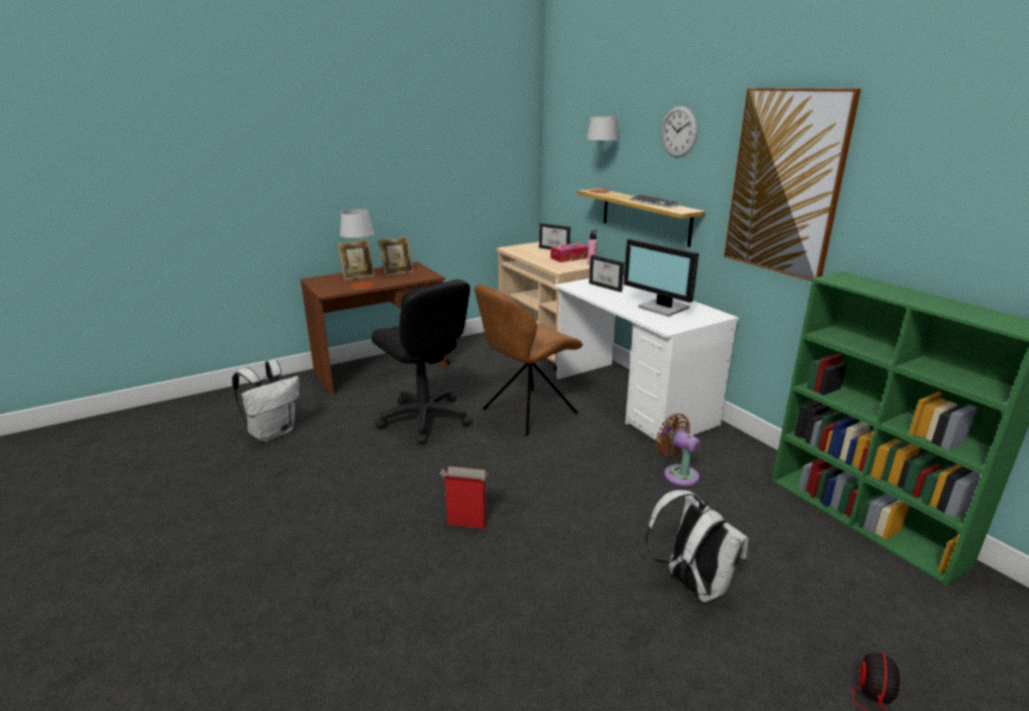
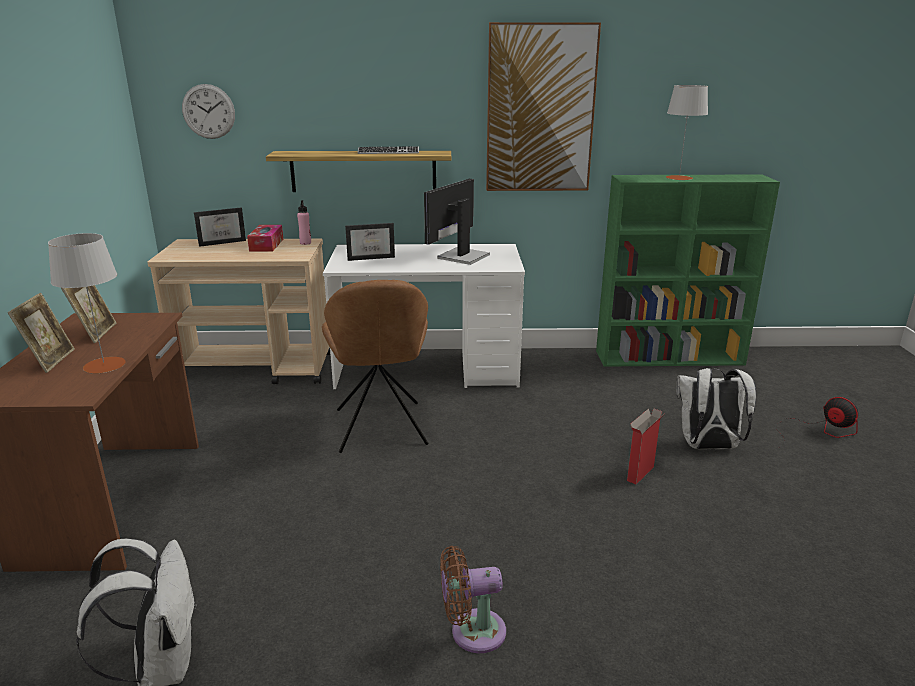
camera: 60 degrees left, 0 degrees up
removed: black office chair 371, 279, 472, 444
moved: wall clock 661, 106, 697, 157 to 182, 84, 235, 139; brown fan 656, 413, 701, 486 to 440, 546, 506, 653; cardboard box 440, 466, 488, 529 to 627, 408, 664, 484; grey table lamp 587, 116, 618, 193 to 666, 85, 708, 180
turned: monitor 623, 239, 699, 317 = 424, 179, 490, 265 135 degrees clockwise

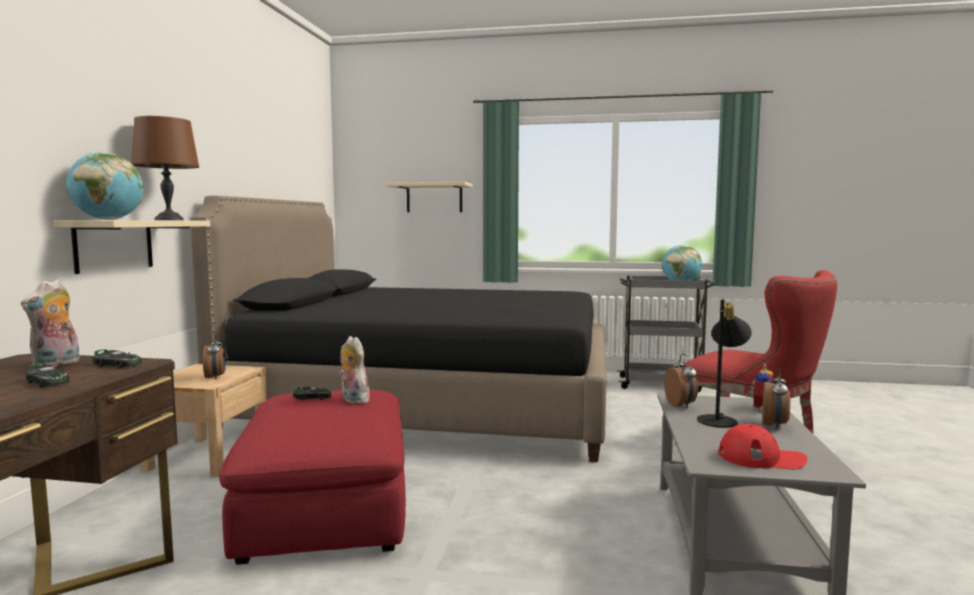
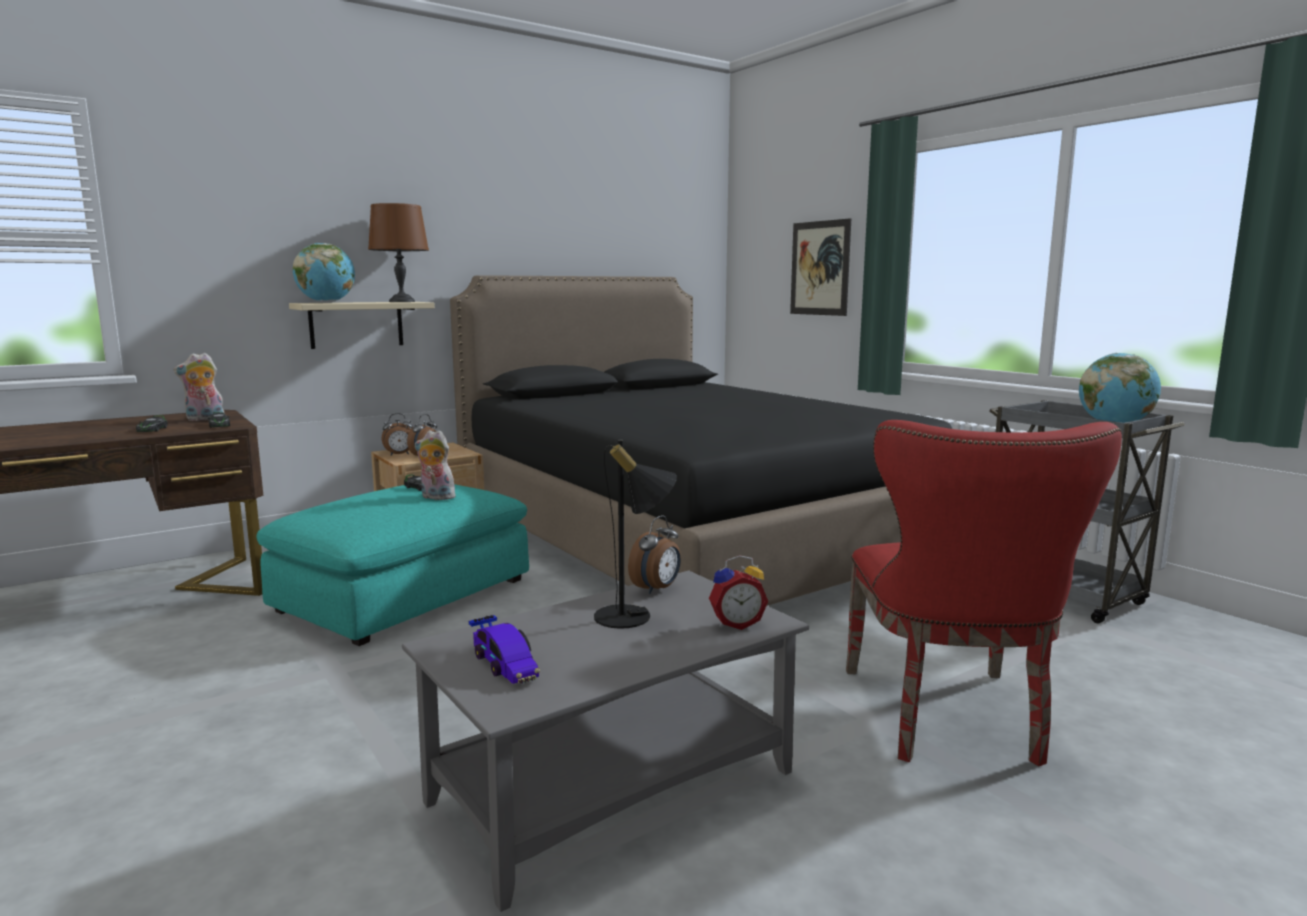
camera: 45 degrees right, 5 degrees up
moved: alarm clock 762, 368, 790, 429 to 382, 413, 413, 456
replaced: red cap 719, 424, 807, 469 to toy car 469, 615, 540, 684; beige shelf 386, 182, 472, 212 to picture 790, 218, 851, 316
recoloured: red ottoman 219, 390, 406, 565 to turquoise ottoman 256, 484, 529, 646
turned: plush toy 339, 336, 370, 404 = 415, 430, 456, 500 75 degrees counterclockwise

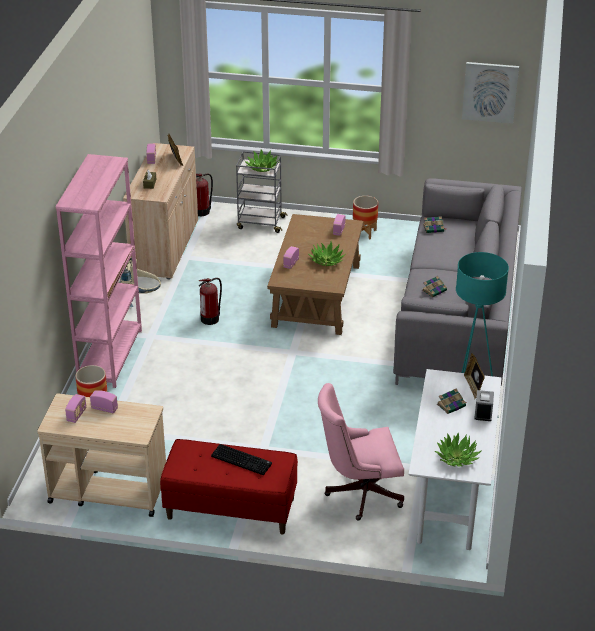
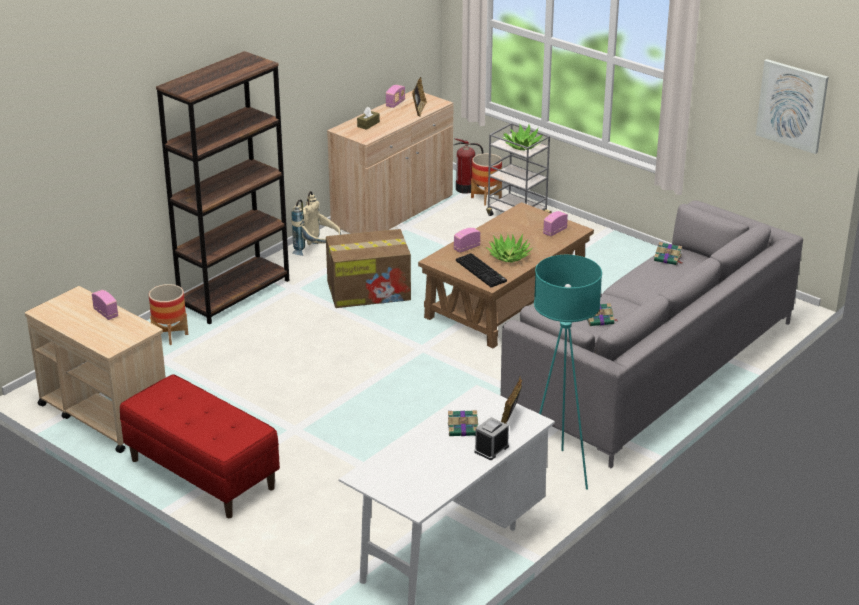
camera: 30 degrees right, 5 degrees down
removed: radio 65, 394, 86, 423; pink office chair 318, 383, 404, 521; potted plant 435, 433, 482, 467
moved: keyboard 211, 444, 272, 475 to 456, 253, 507, 288; planter 353, 196, 378, 239 to 471, 153, 502, 206
replaced: fire extinguisher 199, 278, 222, 325 to cardboard box 326, 229, 411, 308
recoloured: pink bookcase 56, 154, 142, 388 to brown bookcase 156, 51, 289, 324

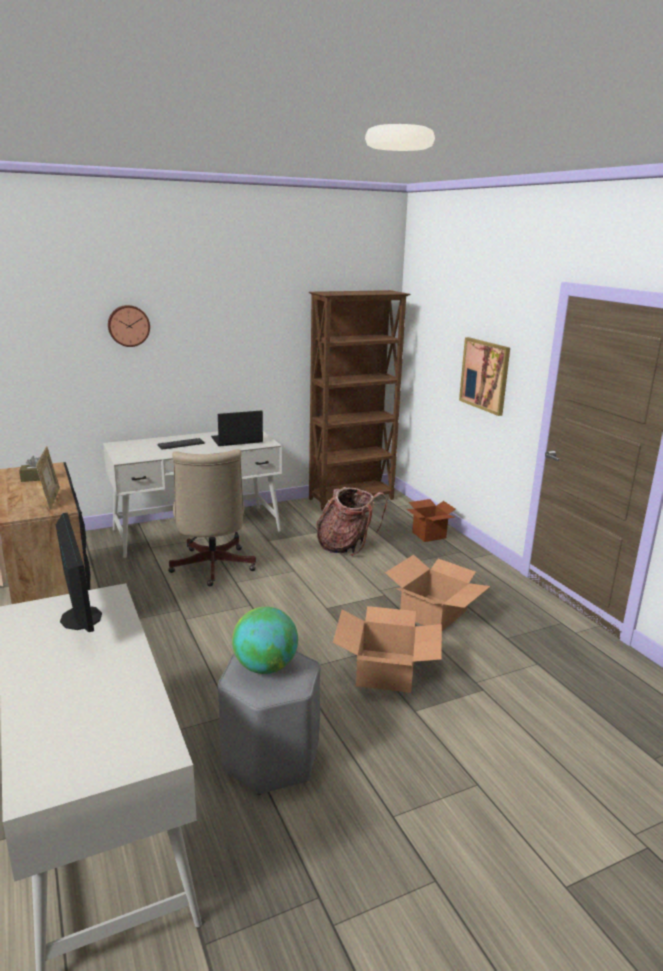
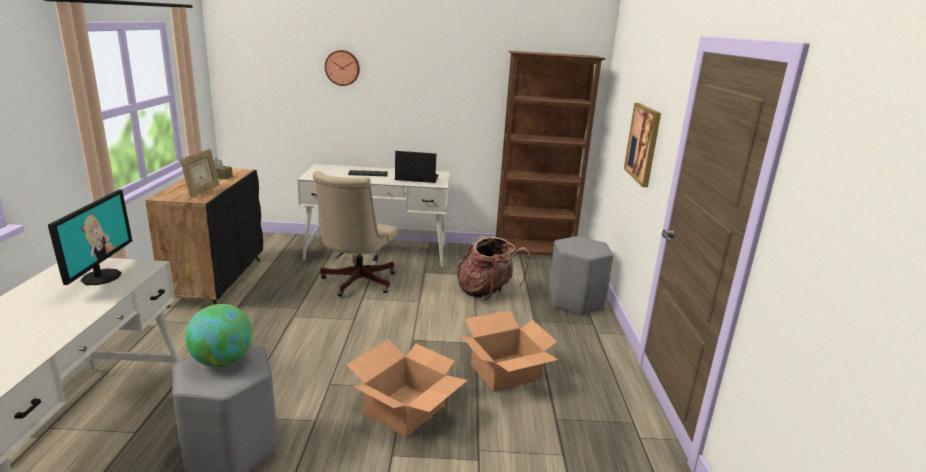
camera: 25 degrees right, 0 degrees up
replaced: cardboard box 407, 499, 455, 542 to grey stool 549, 236, 614, 316

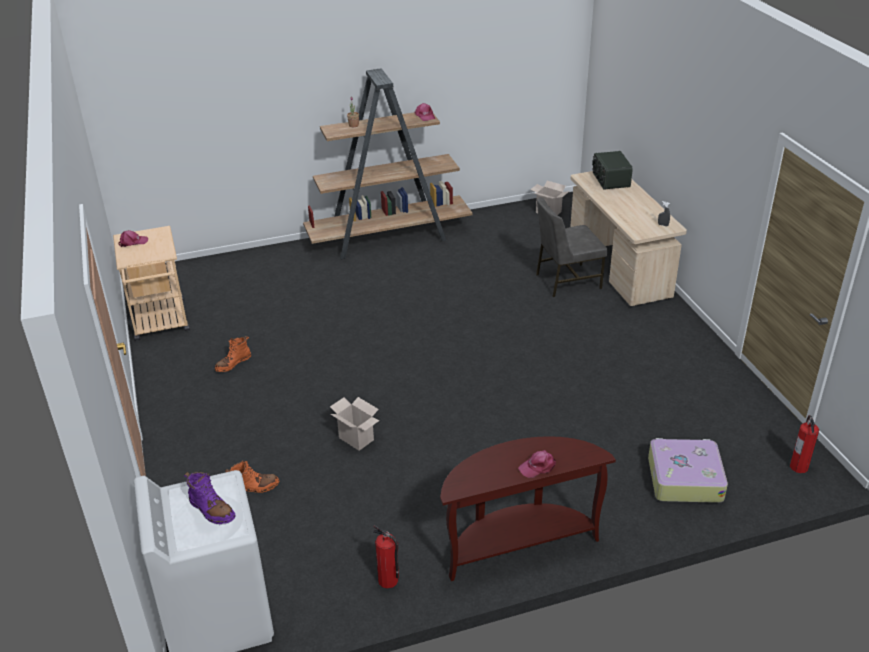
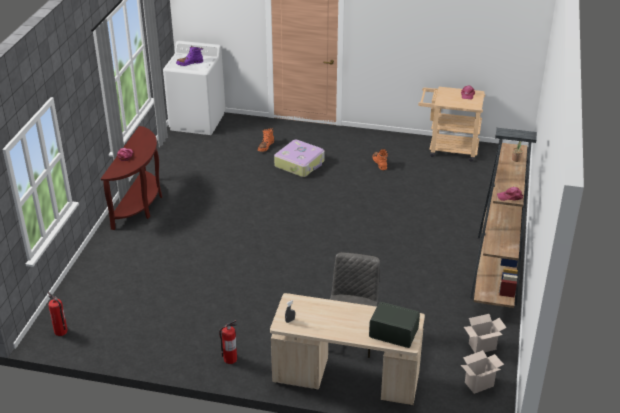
camera: 120 degrees right, 0 degrees up
moved: fire extinguisher 374, 525, 399, 589 to 219, 320, 237, 364; suitcase 648, 438, 728, 503 to 274, 140, 325, 177; cardboard box 330, 397, 380, 451 to 464, 314, 507, 353

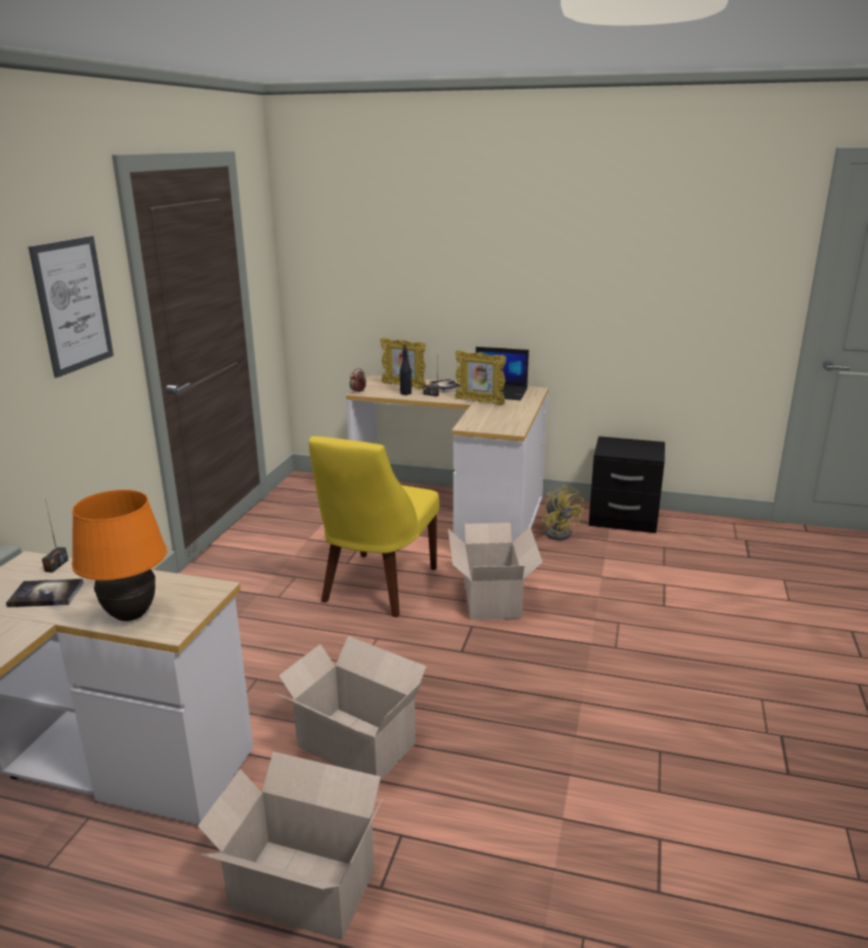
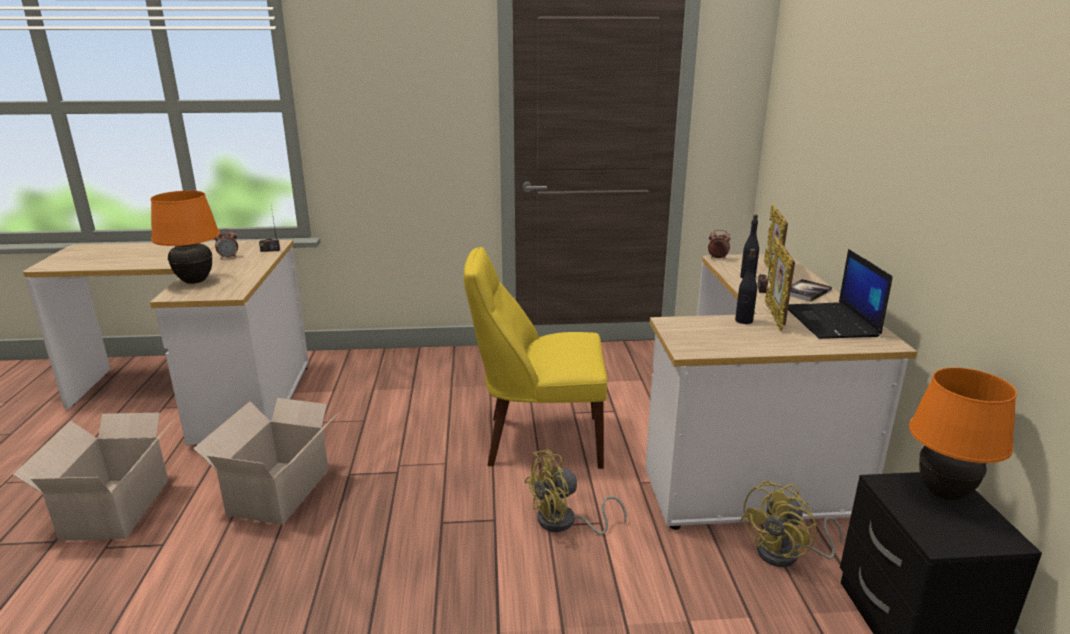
camera: 70 degrees right, 0 degrees up
removed: picture 28, 236, 114, 378
added: black bottle 735, 249, 757, 324; orange table lamp 909, 367, 1017, 501
replaced: book 6, 579, 83, 607 to alarm clock 214, 229, 238, 259; cardboard box 448, 523, 543, 620 to yellow fan 524, 449, 626, 535

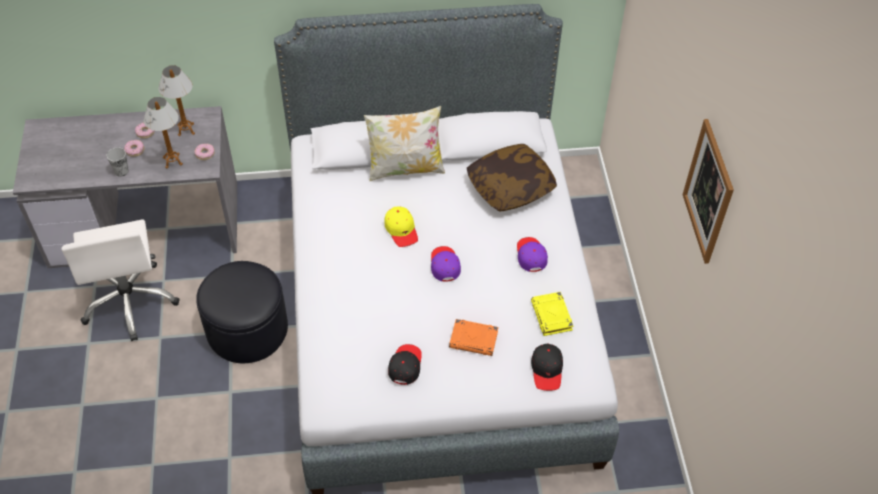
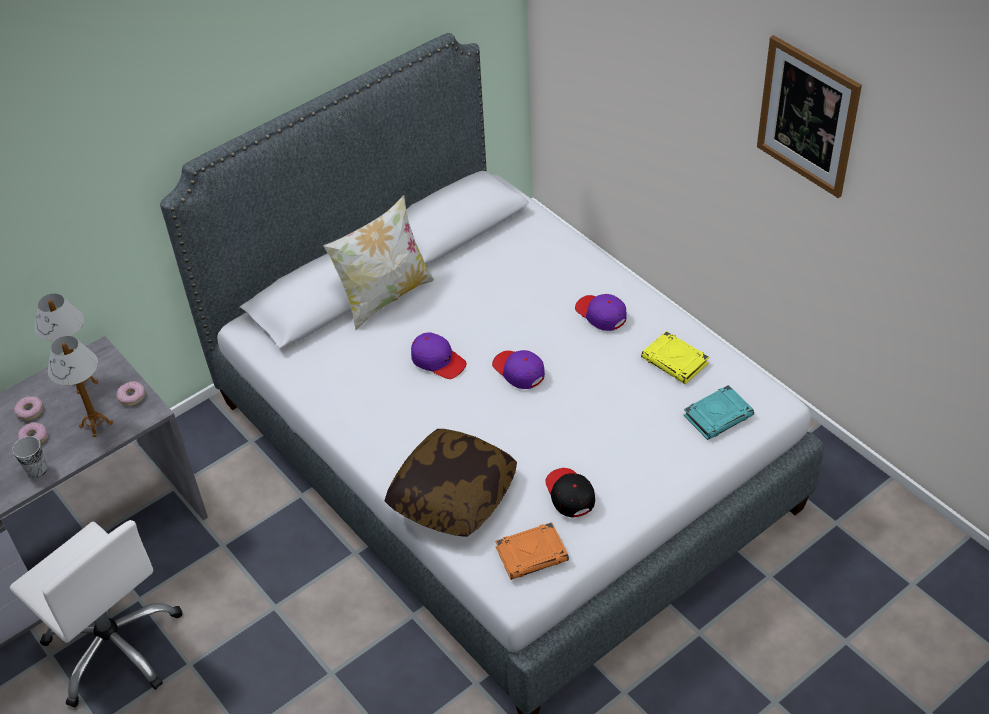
camera: 30 degrees left, 5 degrees down
removed: black ottoman 196, 261, 288, 363
moved: pillow 467, 144, 557, 212 to 385, 429, 517, 537; orange book 449, 319, 498, 356 to 495, 522, 569, 580
replaced: black cap 531, 344, 563, 391 to turquoise book 683, 385, 754, 440
recoloured: yellow cap 385, 206, 418, 247 to purple cap 411, 332, 467, 379

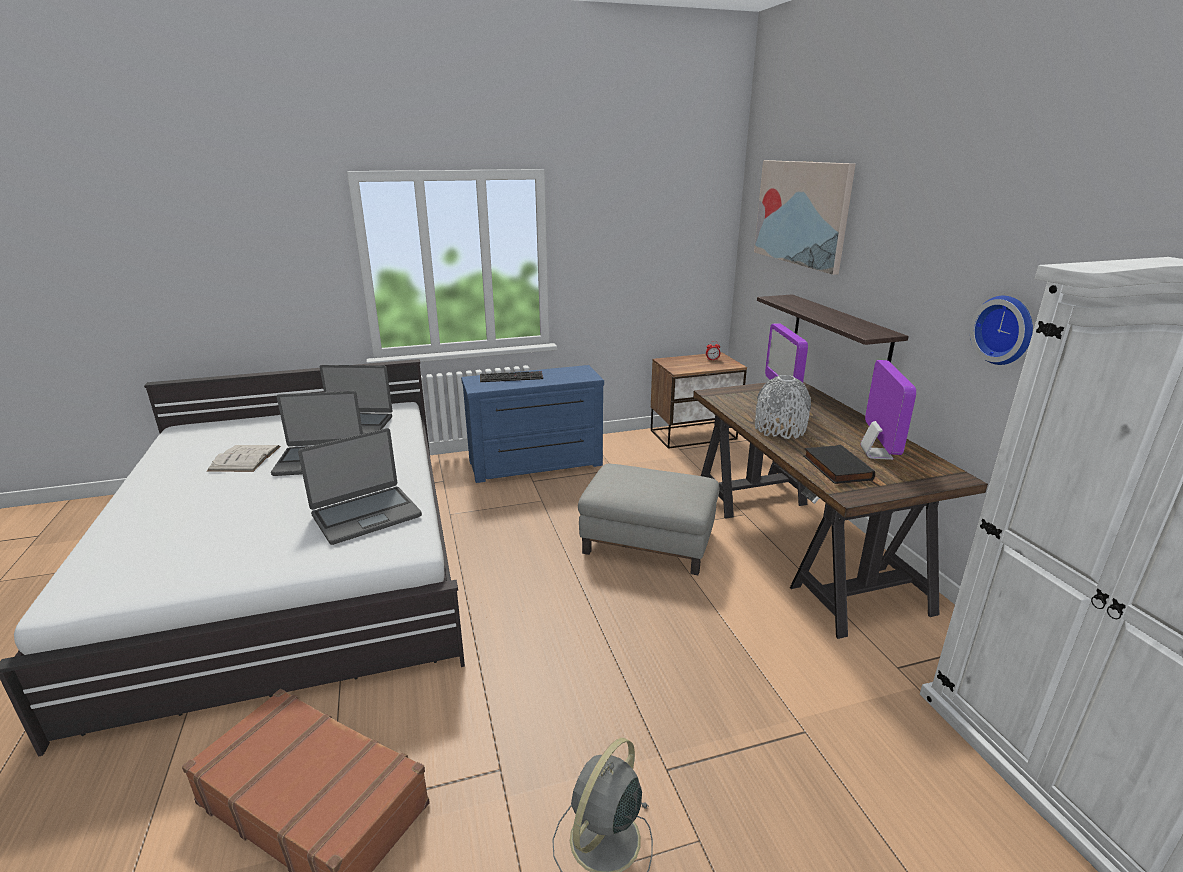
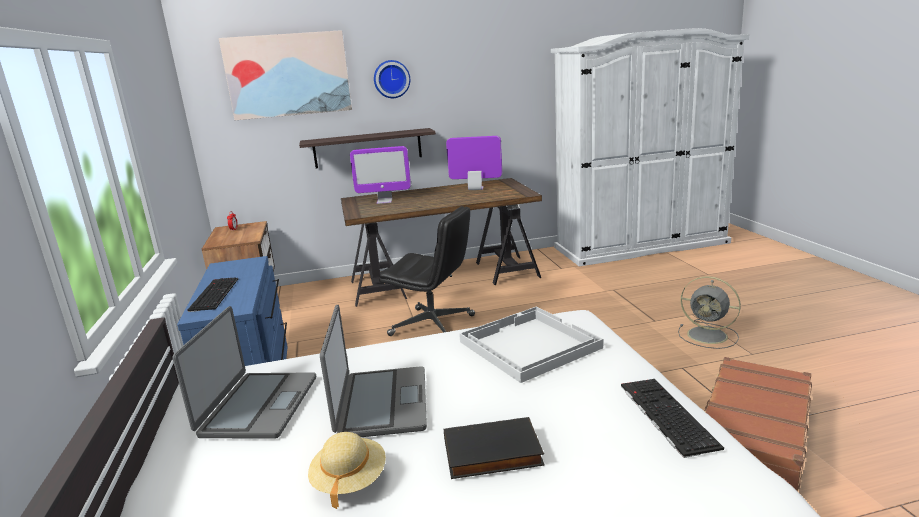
camera: 85 degrees left, 5 degrees down
removed: grey vase 755, 375, 811, 439
added: keyboard 621, 379, 724, 458
moved: wall clock 970, 296, 1033, 365 to 374, 60, 410, 98; black book 803, 445, 875, 484 to 444, 417, 545, 479
replaced: white book 207, 445, 280, 472 to beige hat 308, 432, 386, 509; grey ottoman 578, 464, 719, 575 to black office chair 379, 206, 475, 336; laptop 298, 428, 422, 545 to white tray 459, 306, 603, 383

